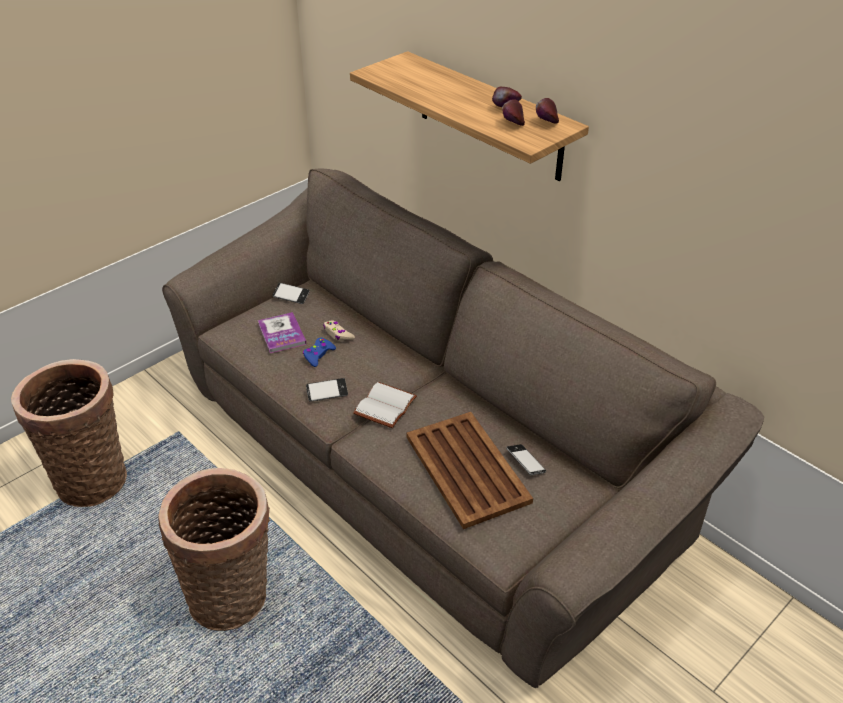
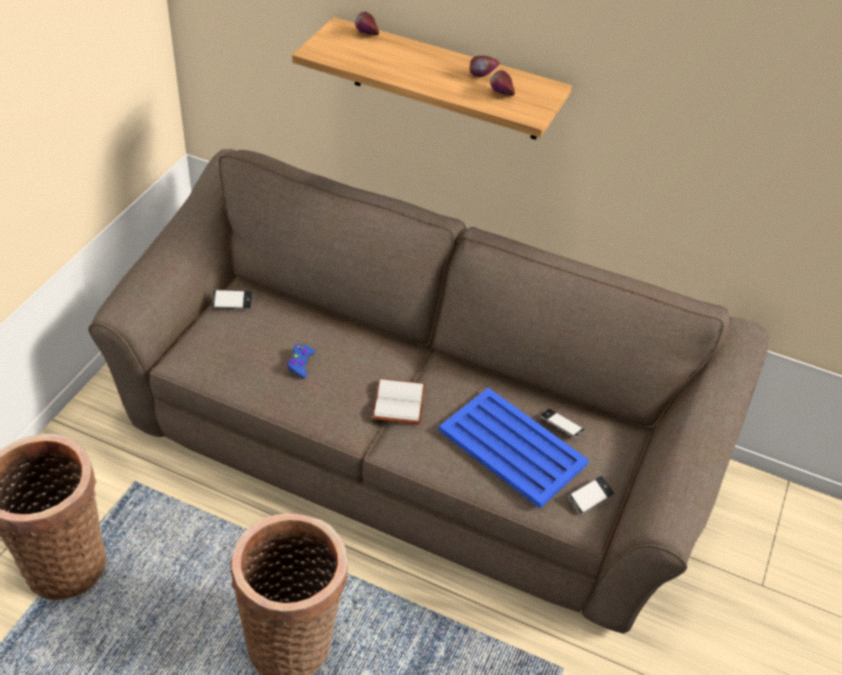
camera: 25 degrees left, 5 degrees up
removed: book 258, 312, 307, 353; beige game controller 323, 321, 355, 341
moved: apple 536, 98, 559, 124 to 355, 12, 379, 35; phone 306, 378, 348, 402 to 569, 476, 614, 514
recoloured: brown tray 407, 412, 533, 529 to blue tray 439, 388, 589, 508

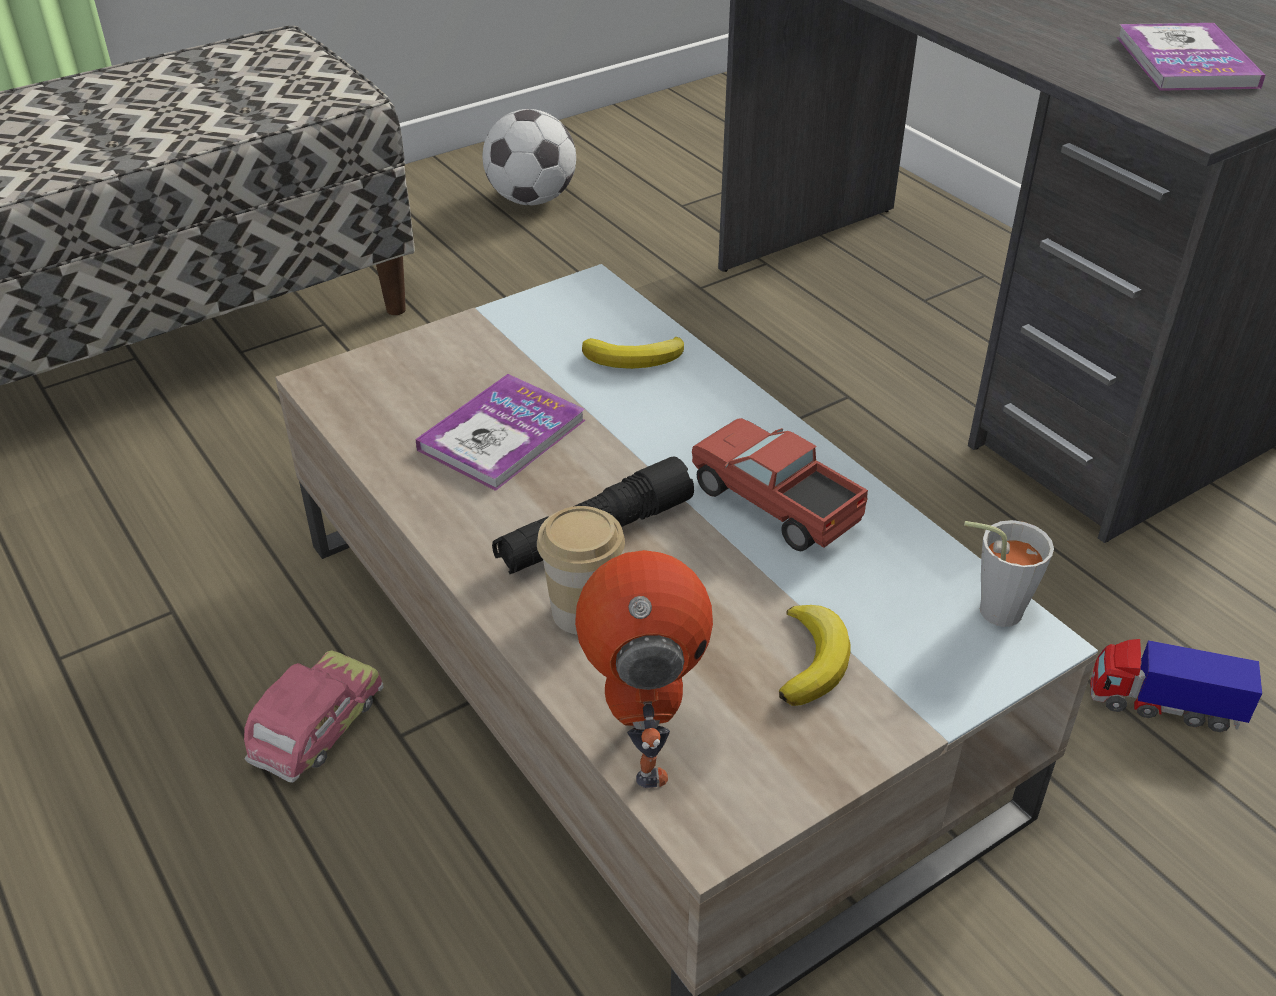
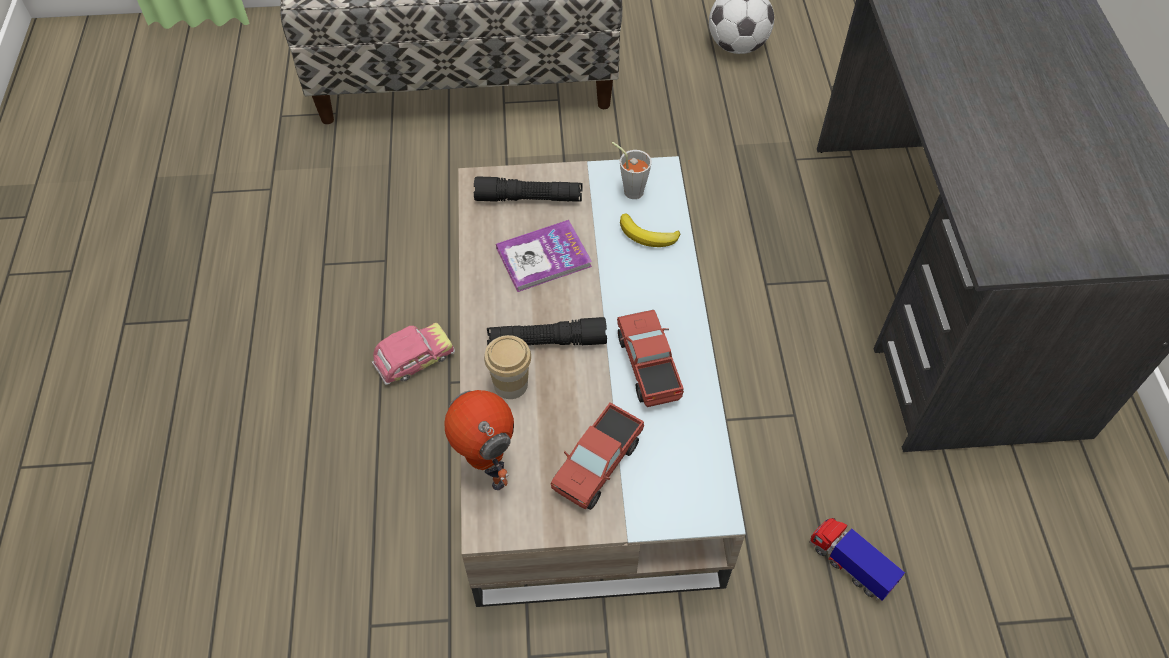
camera: 30 degrees right, 15 degrees up
removed: book 1117, 23, 1265, 91
added: black flashlight 474, 176, 583, 202
moved: grey cup 964, 520, 1054, 627 to 612, 142, 652, 199
replaced: banana 779, 605, 851, 706 to toy truck 550, 402, 644, 510
turned: toy robot 575, 550, 713, 788 = 444, 390, 514, 490 60 degrees counterclockwise

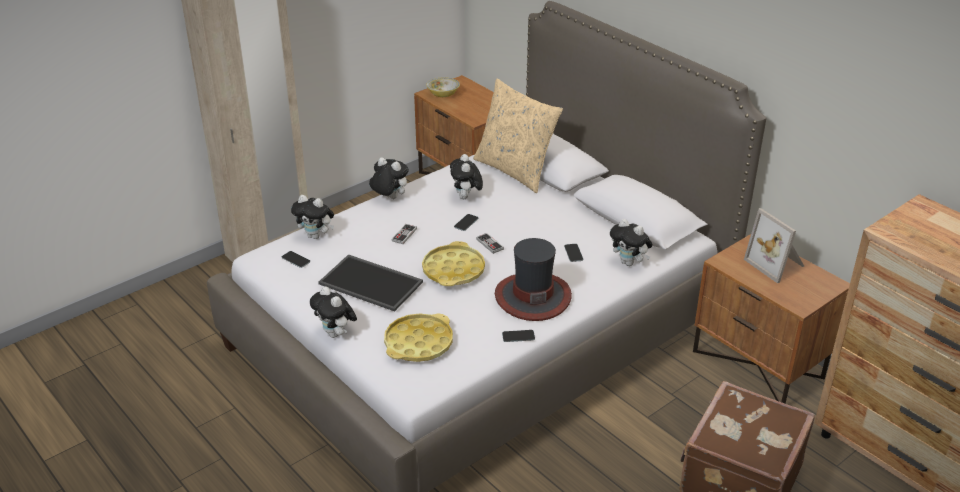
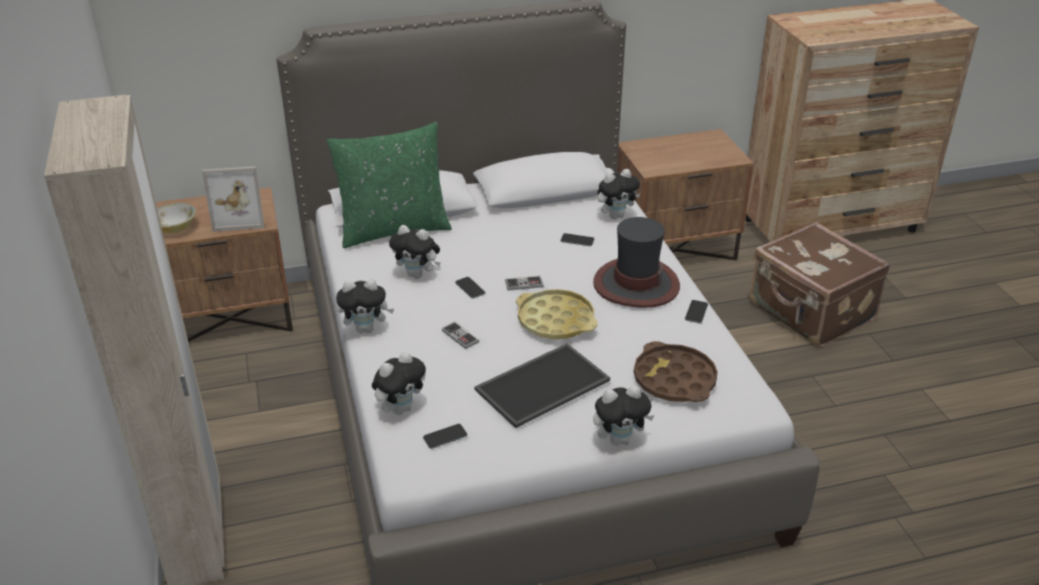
camera: 65 degrees left, 0 degrees up
moved: picture frame 744, 208, 804, 283 to 202, 167, 264, 232
recoloured: beige pillow 473, 79, 563, 193 to green pillow 326, 122, 452, 248; yellow tray 384, 313, 453, 362 to brown tray 634, 341, 718, 402
turned: plush toy 369, 157, 409, 199 = 336, 279, 394, 333 150 degrees counterclockwise

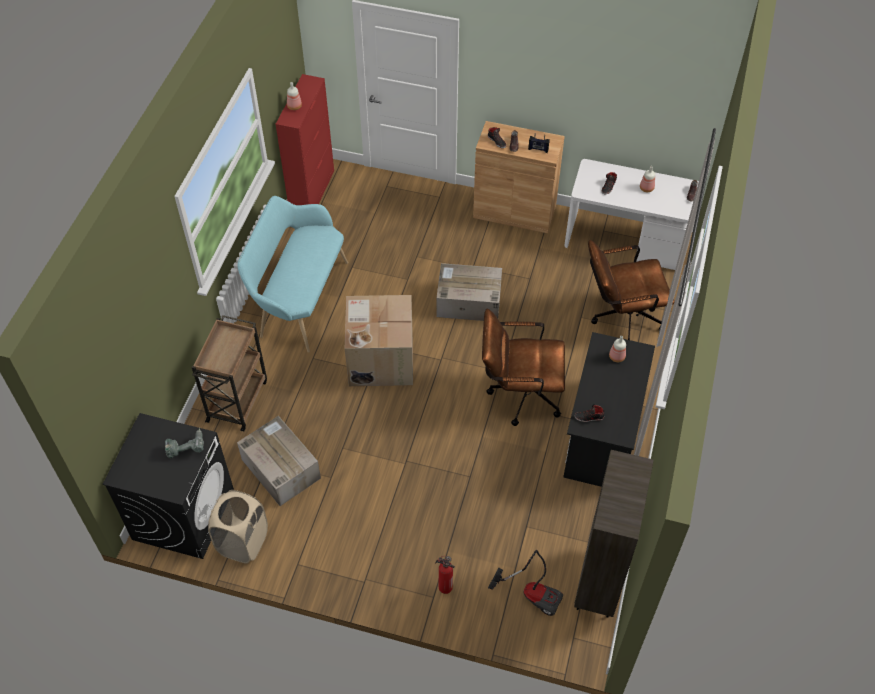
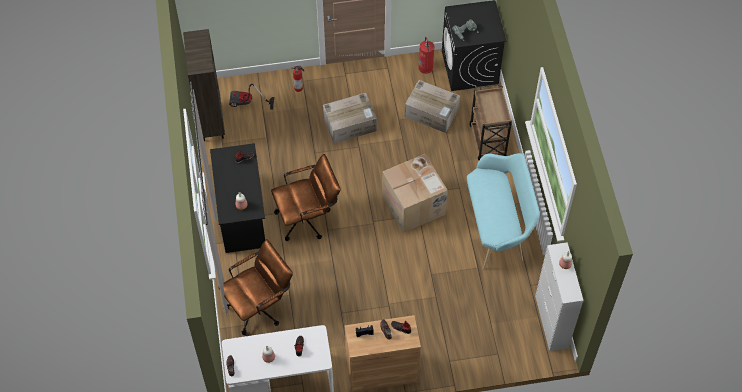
camera: 155 degrees right, 5 degrees up
moved: cardboard box 437, 263, 502, 321 to 323, 93, 377, 143
replaced: beige laundry basket 208, 490, 268, 563 to fire extinguisher 418, 37, 434, 74
recoloured: red cabinet 276, 74, 334, 205 to white cabinet 535, 242, 584, 351

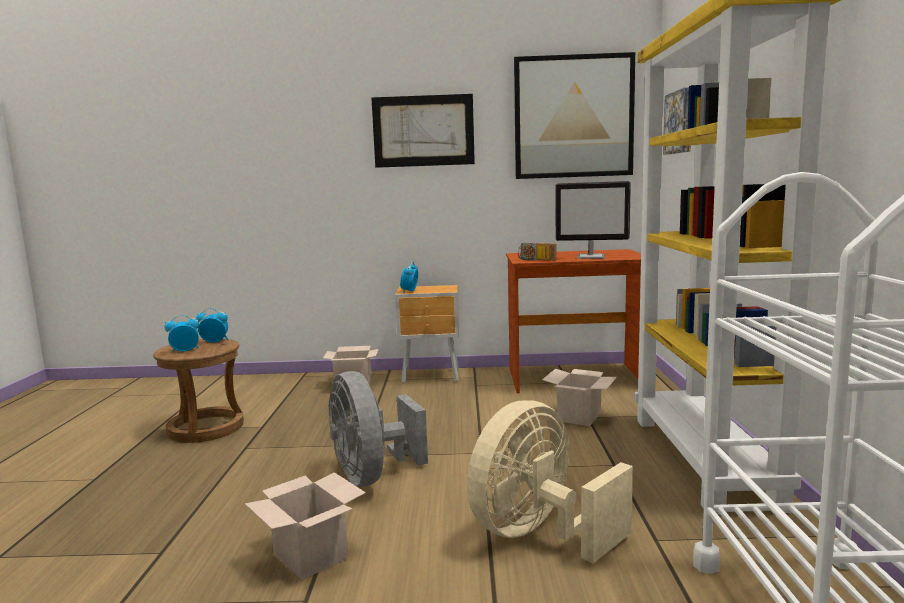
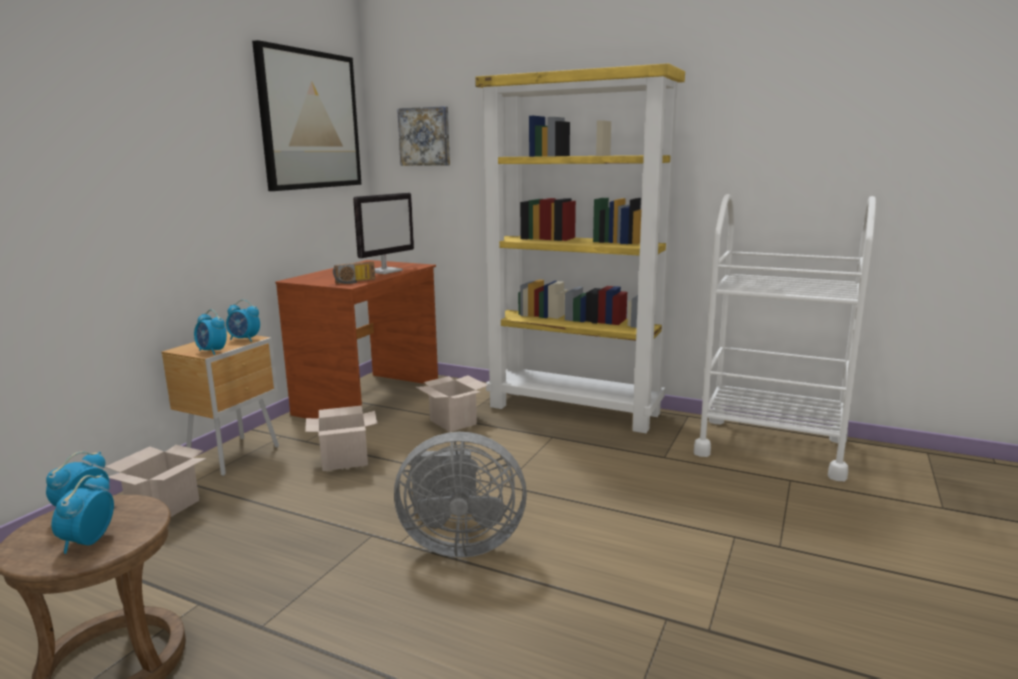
camera: 65 degrees left, 5 degrees up
removed: picture 371, 94, 475, 168; beige fan 467, 400, 633, 563
added: alarm clock 226, 300, 260, 342
moved: cardboard box 245, 472, 366, 580 to 305, 405, 378, 471

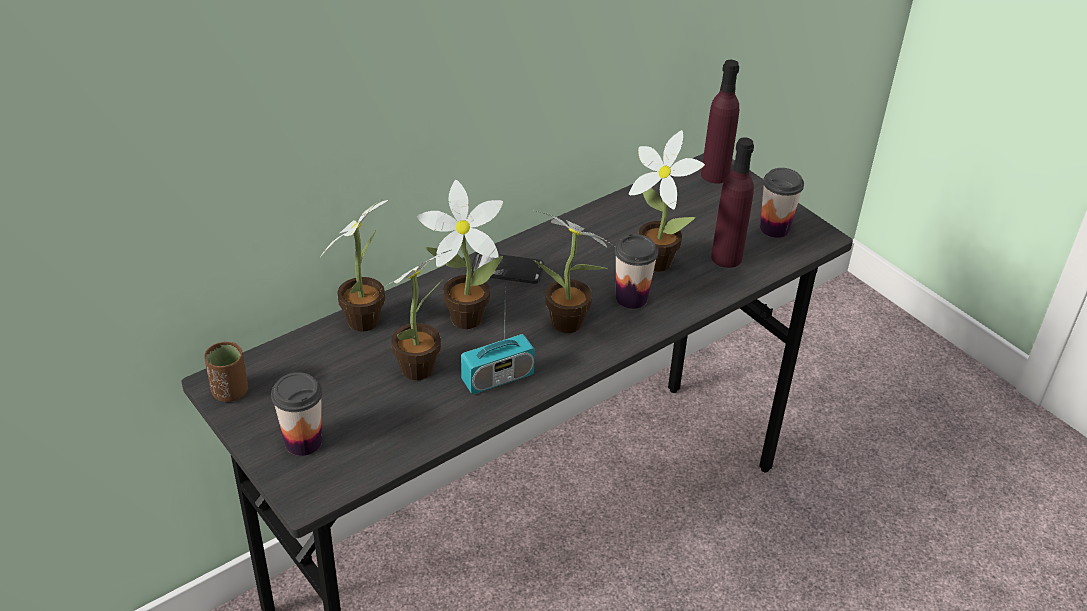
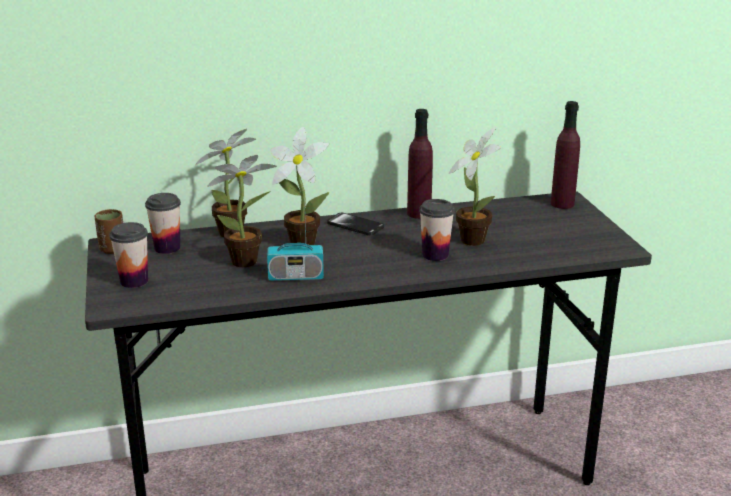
camera: 25 degrees right, 15 degrees down
removed: potted plant 534, 210, 614, 333
moved: cup 760, 168, 804, 238 to 145, 193, 181, 254; purple bottle 711, 137, 754, 268 to 407, 109, 433, 219

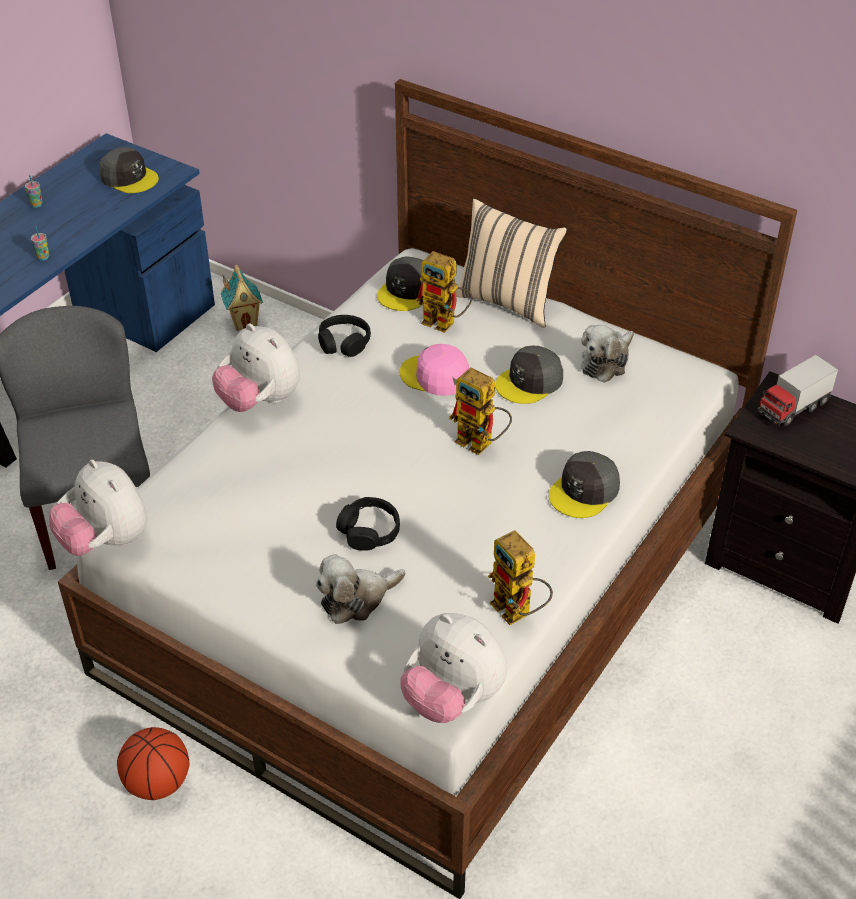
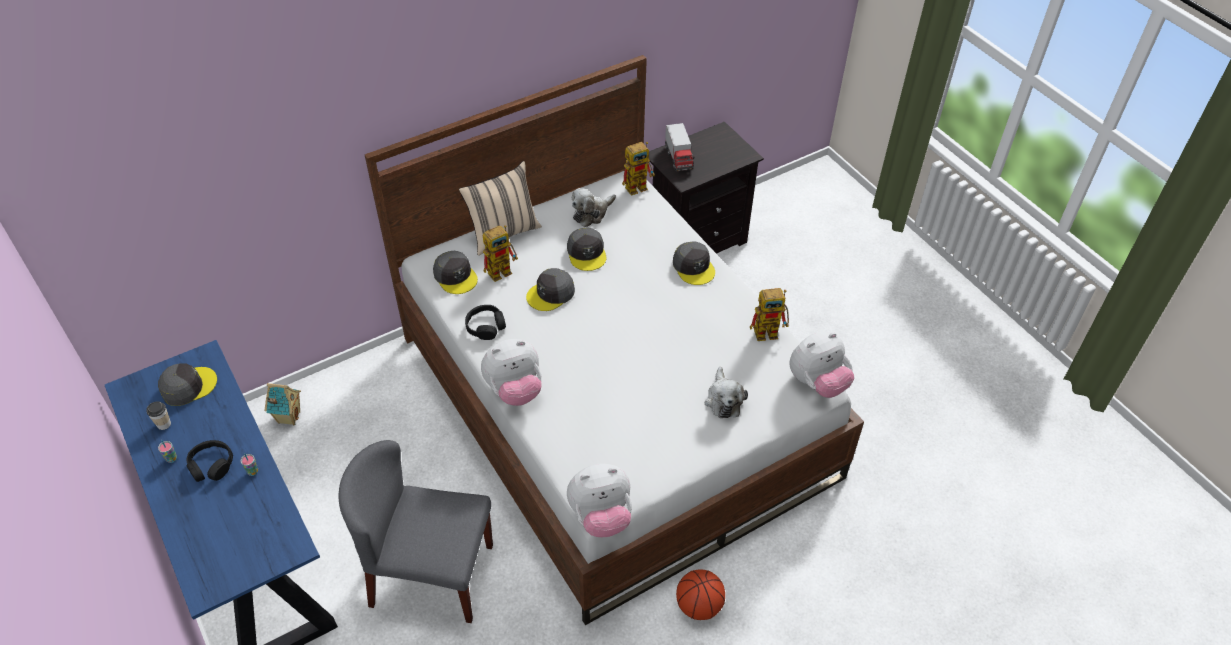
camera: 65 degrees left, 5 degrees up
added: cup 146, 401, 171, 430
moved: black headphones 336, 497, 400, 551 to 187, 440, 233, 482; toy robot 449, 367, 512, 455 to 622, 142, 655, 196
recoloured: pink cap 400, 344, 469, 396 to grey cap 526, 268, 575, 311
turned: plush toy 581, 325, 634, 383 = 572, 188, 616, 227 75 degrees clockwise

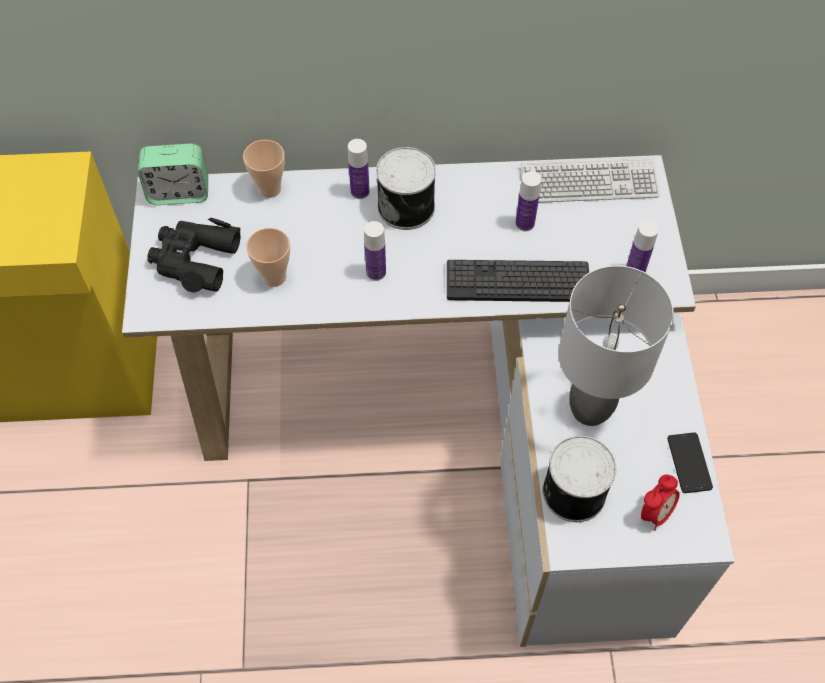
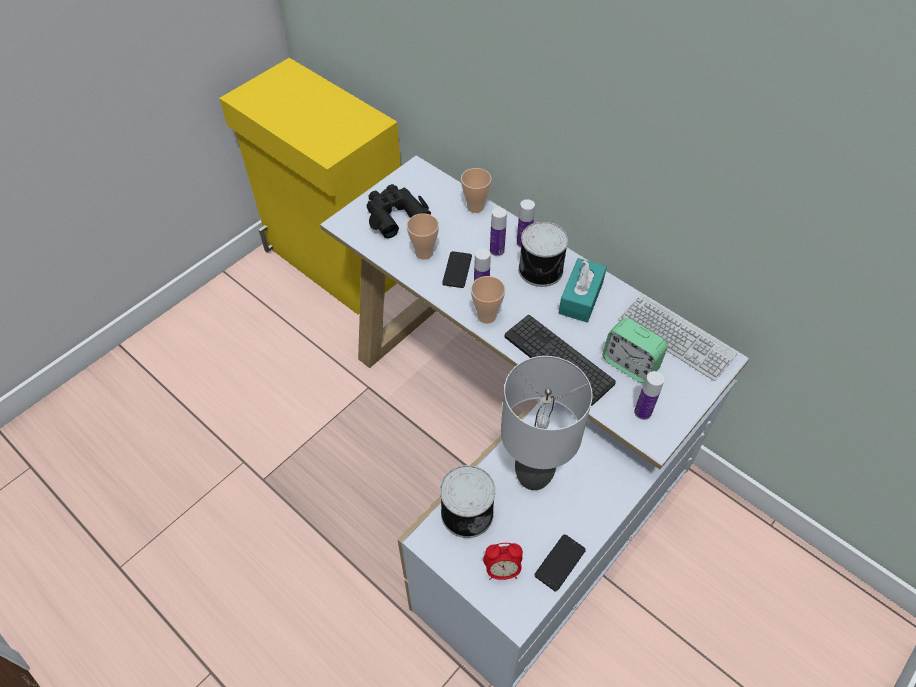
camera: 45 degrees right, 5 degrees down
added: phone 442, 251, 472, 288; cup 471, 276, 505, 324; turquoise tissue box 559, 258, 607, 323
moved: bottle 515, 171, 541, 231 to 490, 207, 507, 256; alarm clock 138, 144, 208, 205 to 603, 318, 668, 384

